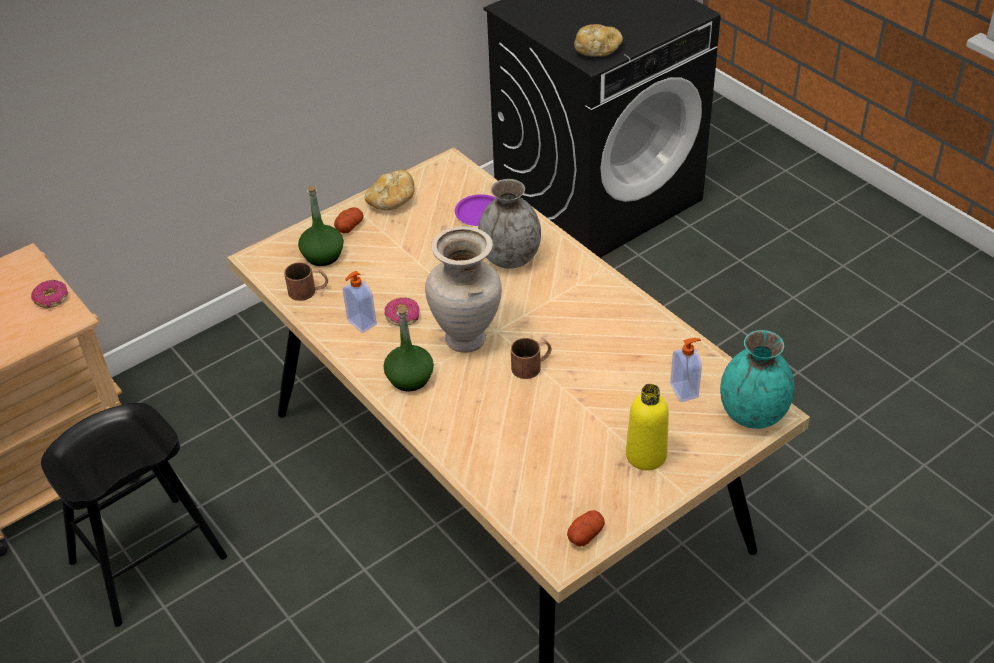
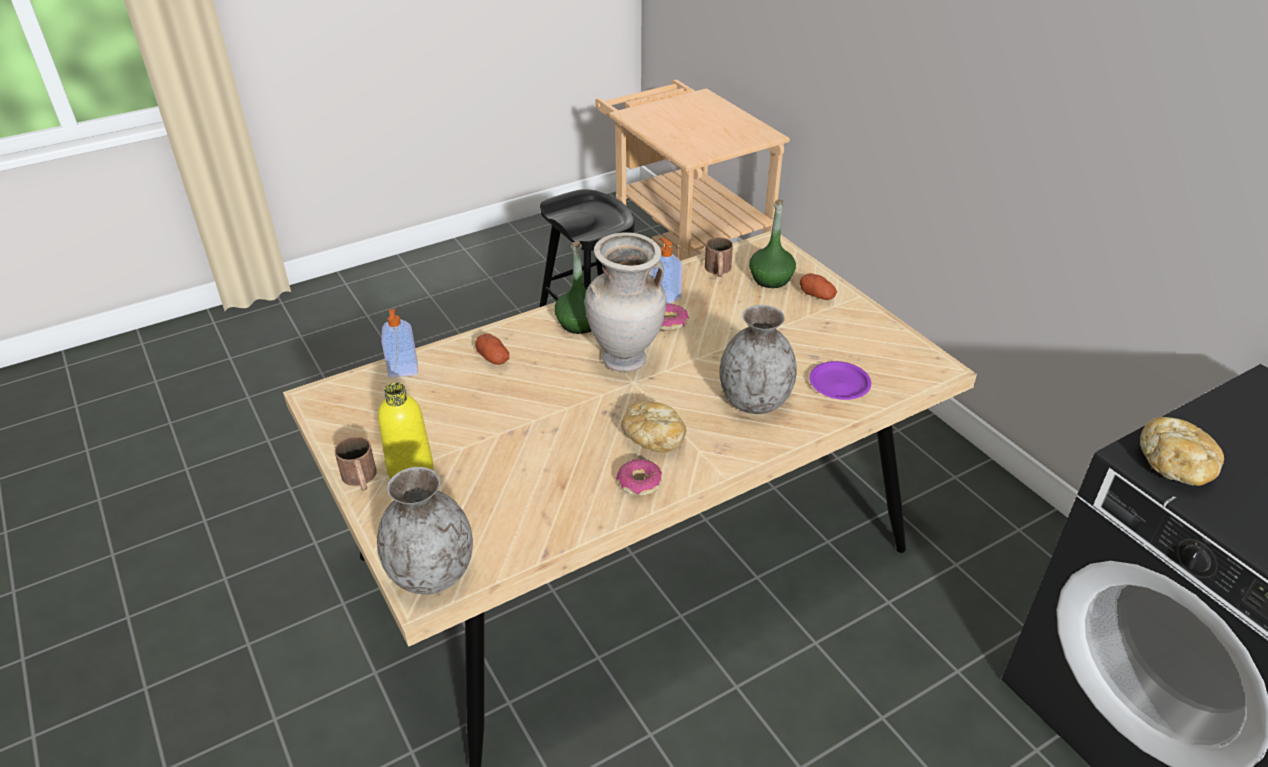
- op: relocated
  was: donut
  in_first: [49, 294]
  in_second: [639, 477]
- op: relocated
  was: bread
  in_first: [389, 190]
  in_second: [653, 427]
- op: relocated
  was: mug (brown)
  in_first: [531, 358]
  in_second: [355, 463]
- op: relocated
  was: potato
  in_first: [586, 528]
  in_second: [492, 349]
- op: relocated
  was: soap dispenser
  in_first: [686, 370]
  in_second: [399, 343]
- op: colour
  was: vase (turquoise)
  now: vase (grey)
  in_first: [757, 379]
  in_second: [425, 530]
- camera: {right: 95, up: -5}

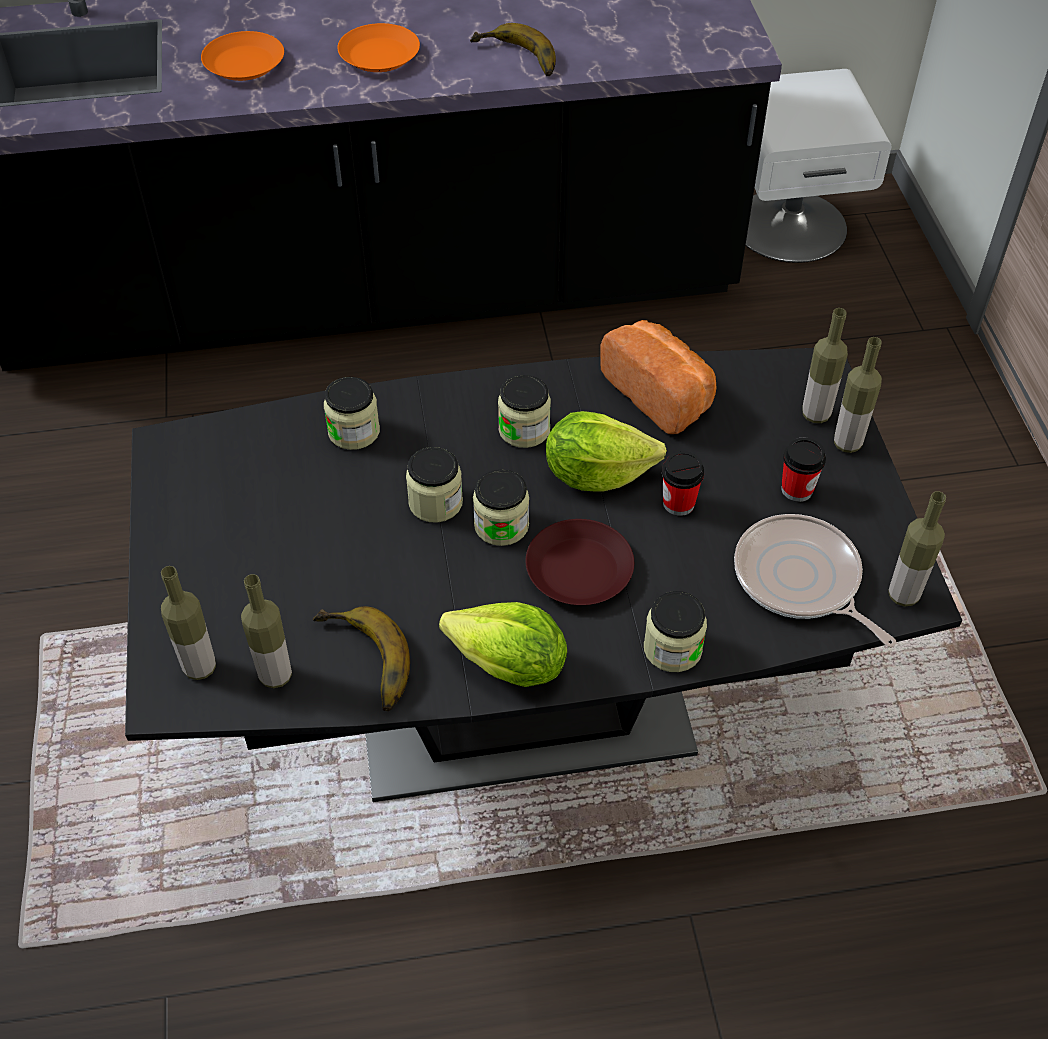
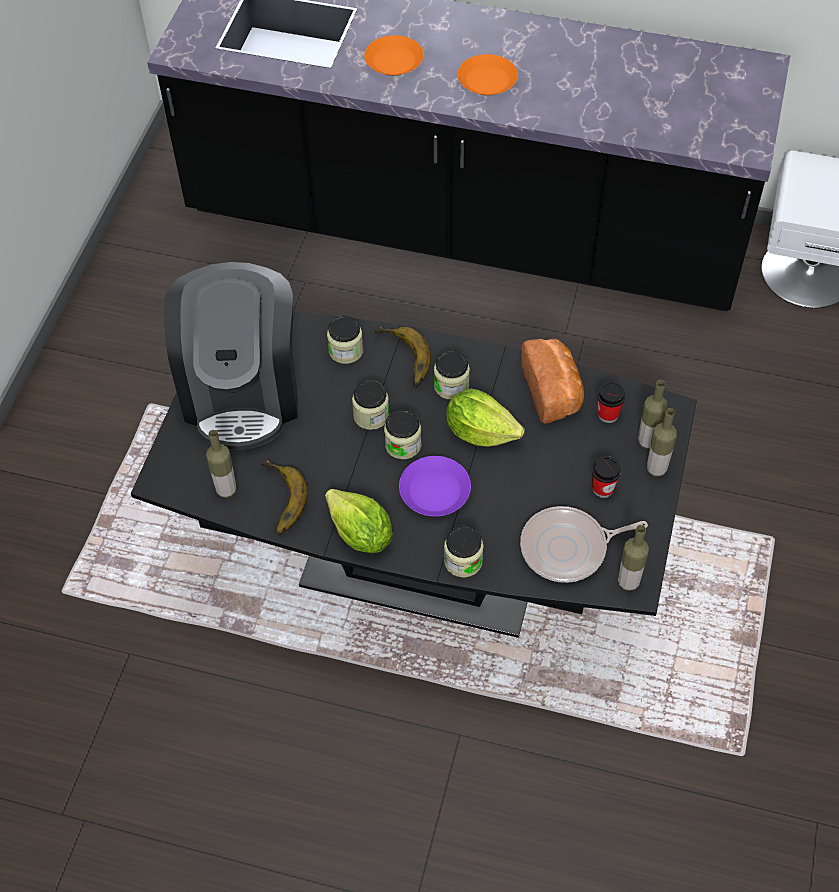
- op: missing
  was: bottle
  in_first: [188, 623]
- op: appeared
  now: coffee machine
  in_second: [231, 356]
- op: relocated
  was: banana
  in_first: [513, 49]
  in_second: [403, 356]
- op: relocated
  was: cup
  in_first: [683, 483]
  in_second: [611, 402]
- op: colour
  was: plate (brown)
  now: plate (purple)
  in_first: [580, 562]
  in_second: [435, 486]
- op: spun
  was: frying pan
  in_first: [815, 581]
  in_second: [584, 544]
  clockwise: -90
- camera: {right: 25, up: 5}

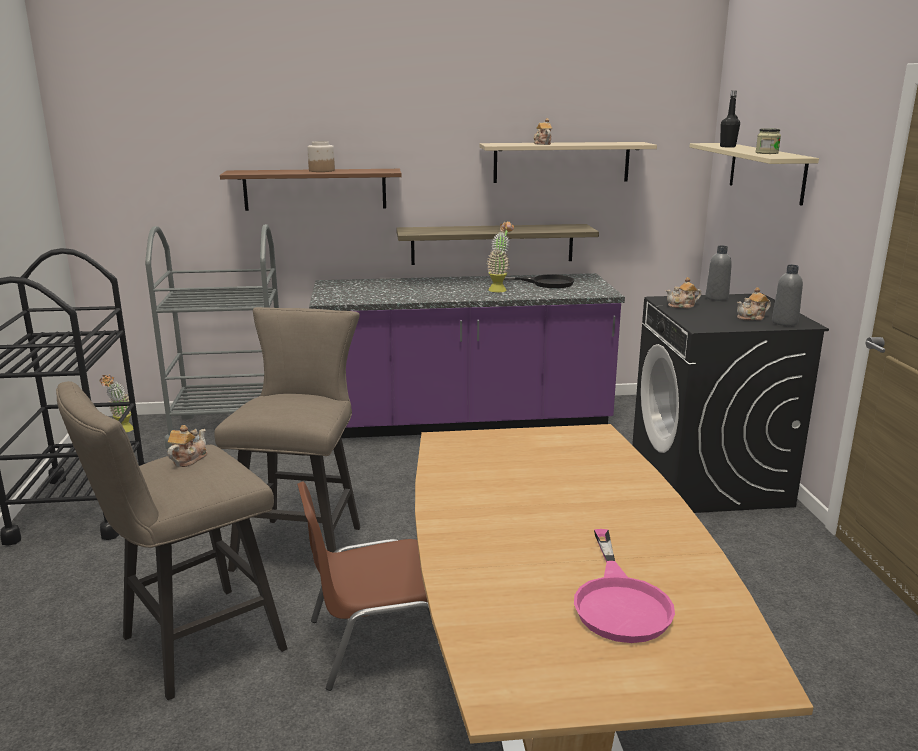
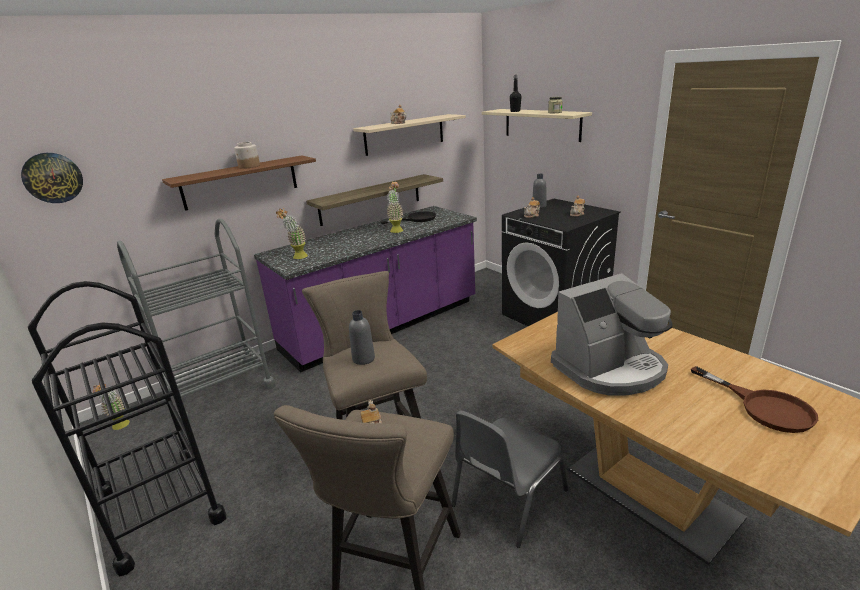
- op: appeared
  now: wall clock
  in_second: [52, 178]
- op: appeared
  now: potted plant
  in_second: [292, 233]
- op: appeared
  now: coffee machine
  in_second: [611, 334]
- op: relocated
  was: bottle (grey)
  in_first: [787, 295]
  in_second: [362, 337]
- op: colour
  was: chair (brown)
  now: chair (grey)
  in_first: [364, 586]
  in_second: [509, 479]
- op: colour
  was: frying pan (pink)
  now: frying pan (brown)
  in_first: [624, 586]
  in_second: [754, 399]
- camera: {right: -30, up: 5}

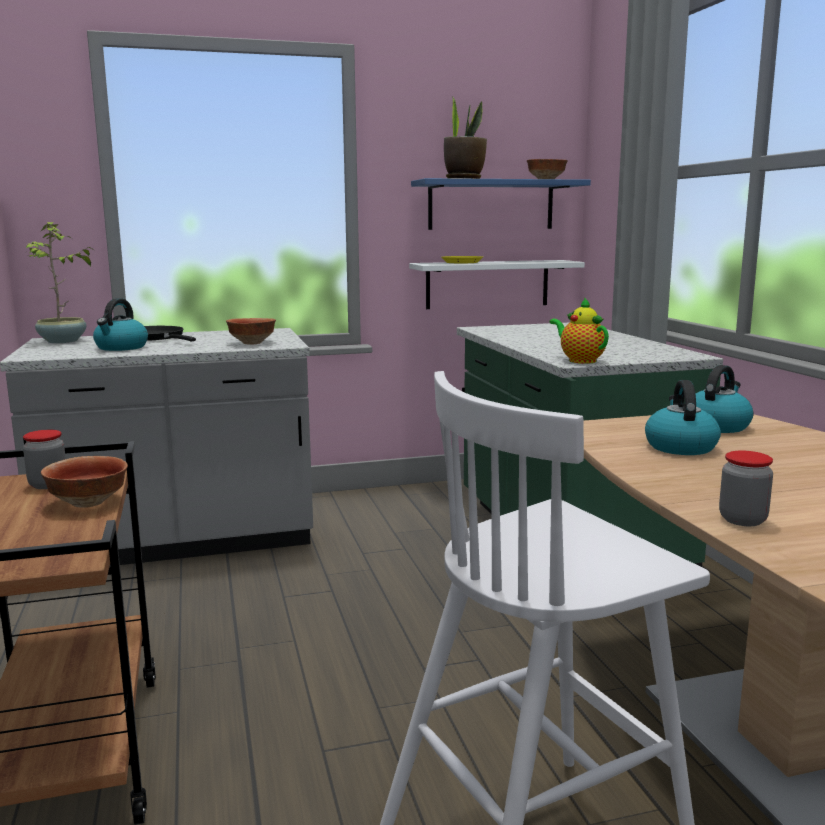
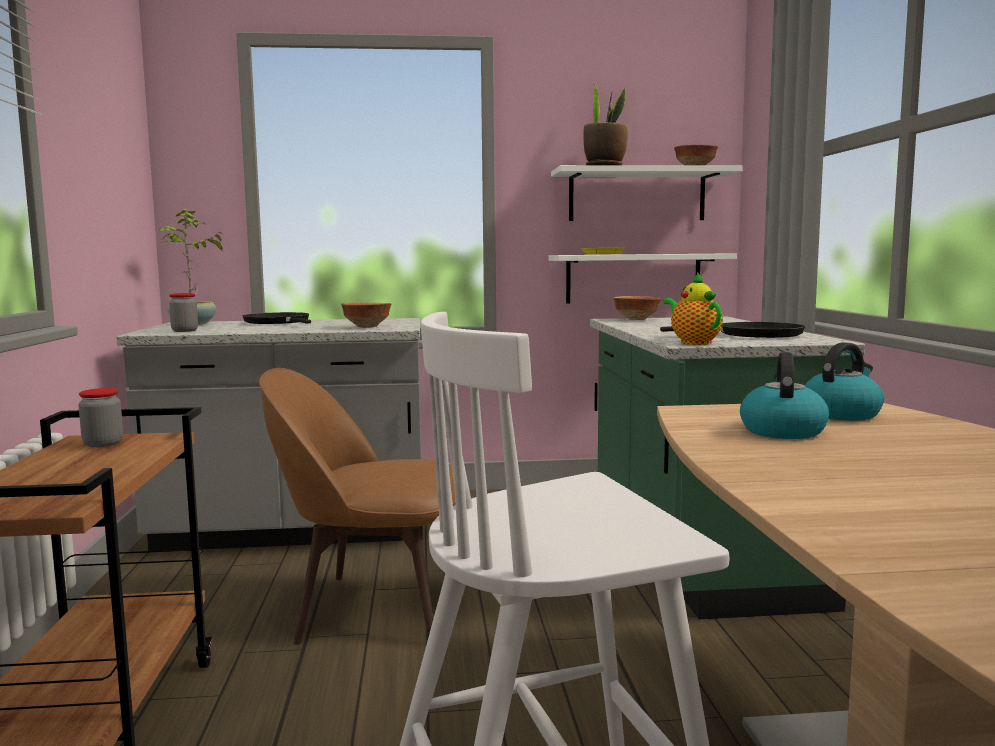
- op: missing
  was: kettle
  in_first: [120, 324]
- op: appeared
  now: chair (brown)
  in_second: [357, 506]
- op: appeared
  now: frying pan (black)
  in_second: [732, 330]
- op: relocated
  was: bowl
  in_first: [84, 482]
  in_second: [637, 308]
- op: relocated
  was: jar
  in_first: [746, 488]
  in_second: [183, 312]
- op: colour
  was: shelf (blue)
  now: shelf (white)
  in_first: [501, 204]
  in_second: [647, 193]
- camera: {right: 10, up: -5}

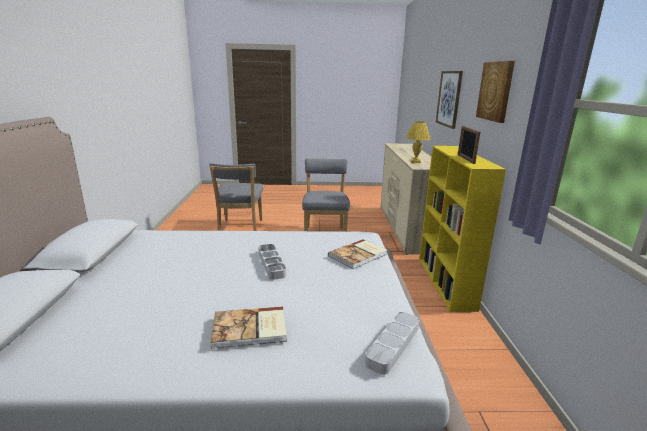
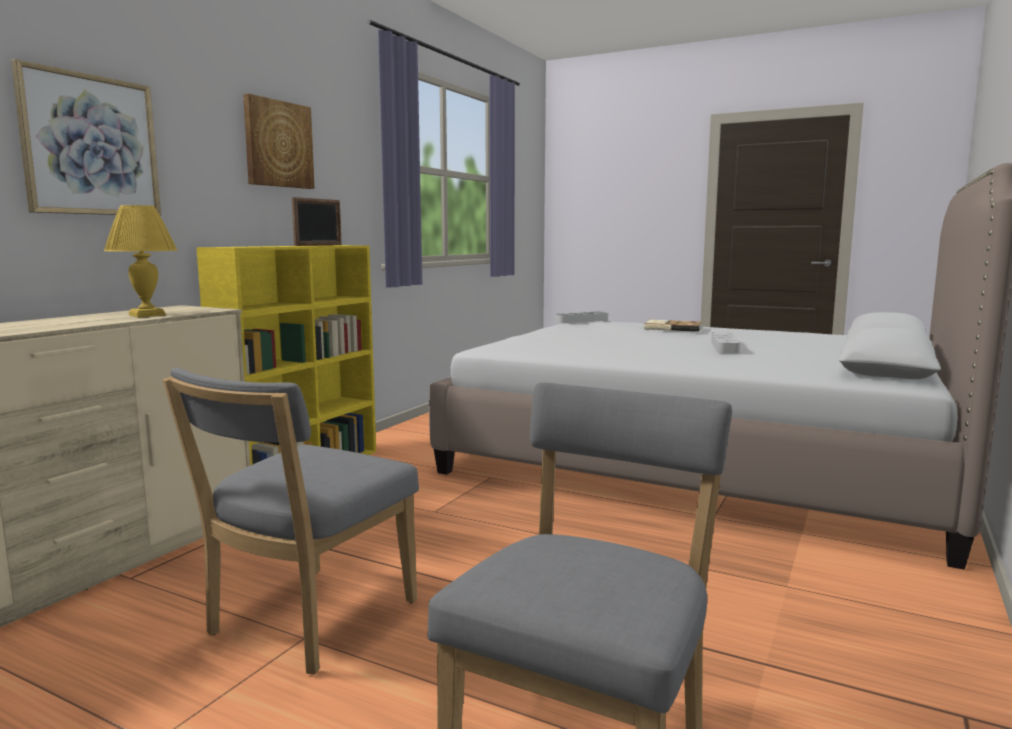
- op: missing
  was: book
  in_first: [357, 254]
- op: relocated
  was: tray (grey)
  in_first: [272, 262]
  in_second: [725, 342]
- camera: {right: -150, up: -10}

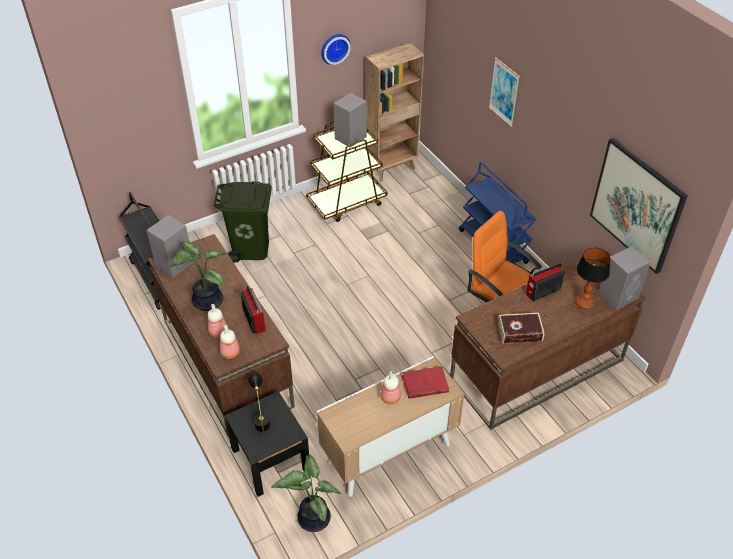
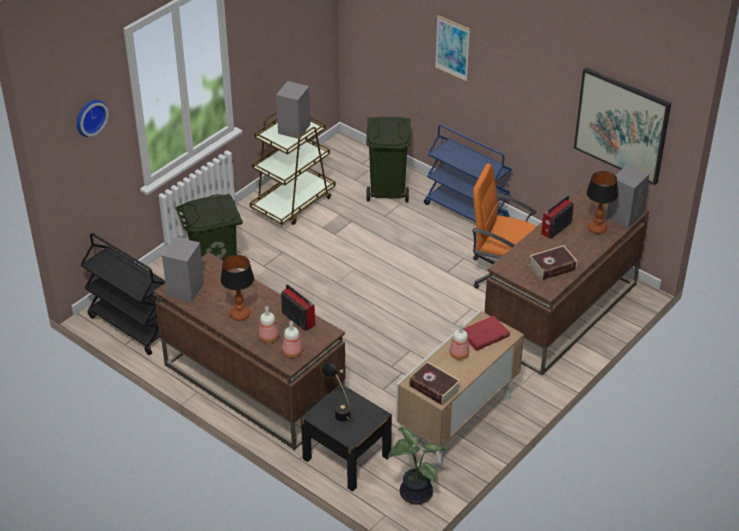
- op: missing
  was: bookcase (brown)
  in_first: [395, 112]
- op: appeared
  now: trash can (green)
  in_second: [388, 159]
- op: appeared
  now: book
  in_second: [435, 383]
- op: relocated
  was: wall clock
  in_first: [336, 49]
  in_second: [93, 118]
- op: exchanged
  was: potted plant
  now: table lamp
  in_first: [199, 276]
  in_second: [237, 288]
- camera: {right: -20, up: -5}

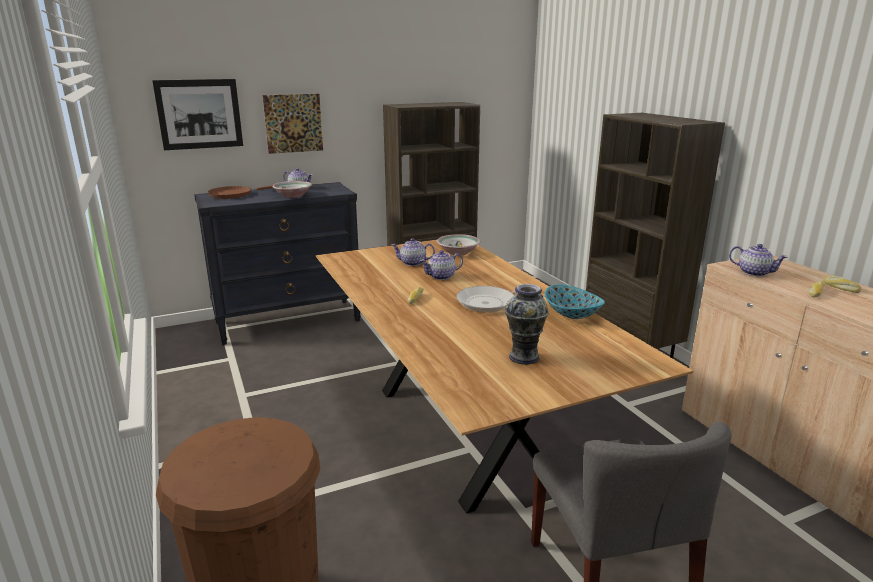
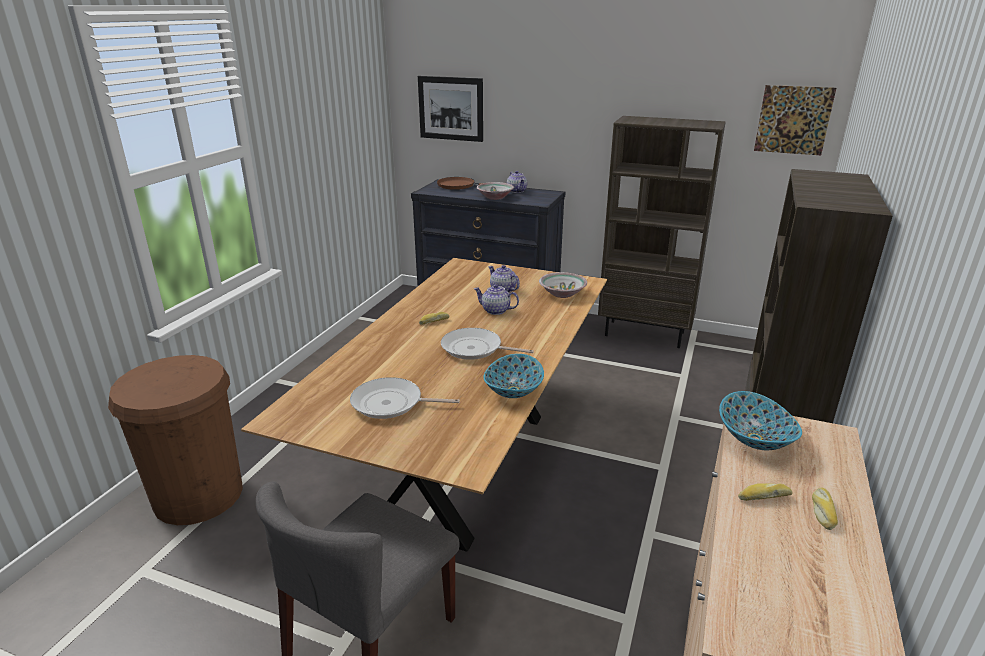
- op: relocated
  was: picture
  in_first: [293, 124]
  in_second: [795, 120]
- op: exchanged
  was: vase
  now: frying pan
  in_first: [526, 324]
  in_second: [405, 398]
- op: exchanged
  was: teapot
  now: bowl
  in_first: [758, 260]
  in_second: [760, 420]
- camera: {right: 45, up: 5}

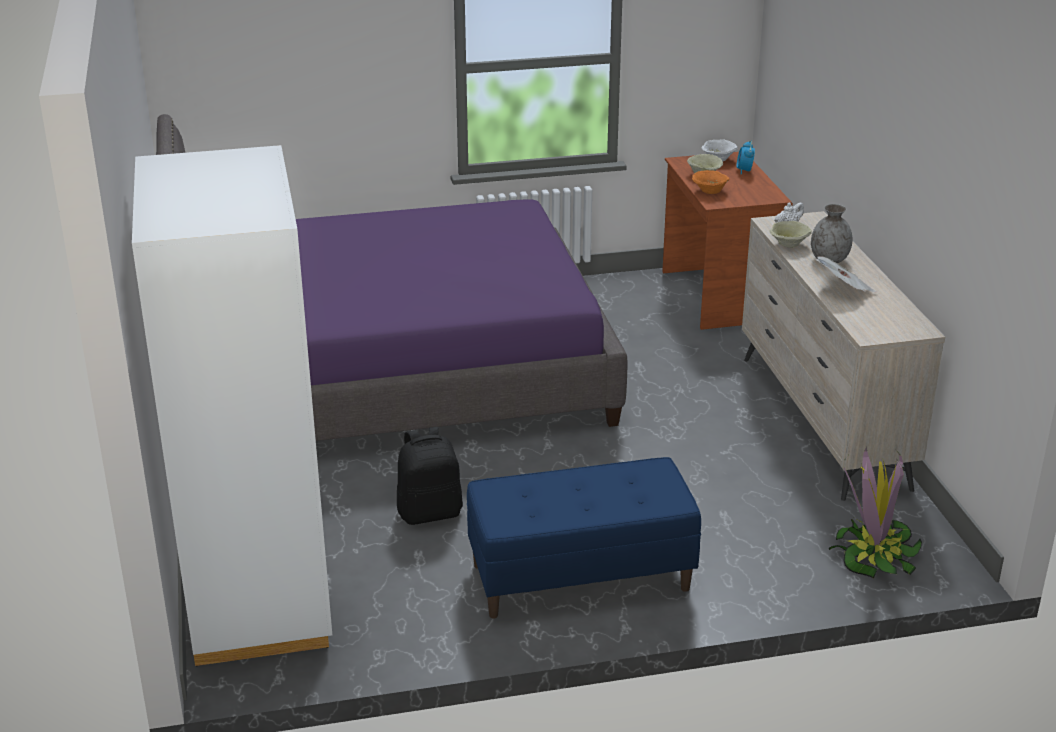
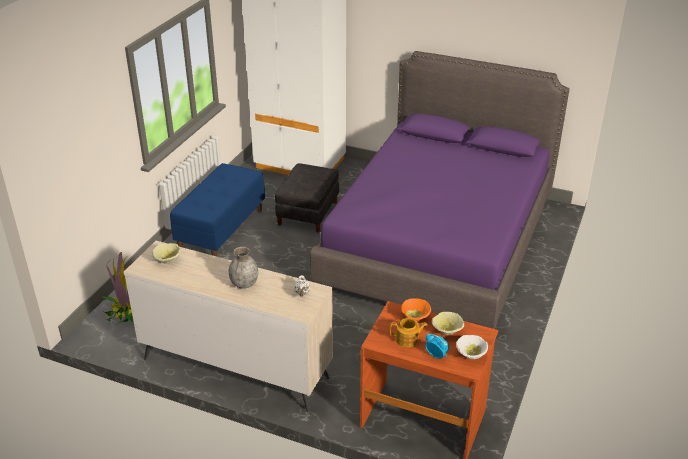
- op: missing
  was: newspaper
  in_first: [846, 274]
- op: appeared
  now: teapot
  in_second: [409, 332]
- op: relocated
  was: bowl (beige)
  in_first: [790, 234]
  in_second: [166, 253]
- op: exchanged
  was: backpack (black)
  now: ottoman (black)
  in_first: [430, 476]
  in_second: [307, 198]
- camera: {right: 125, up: 5}

